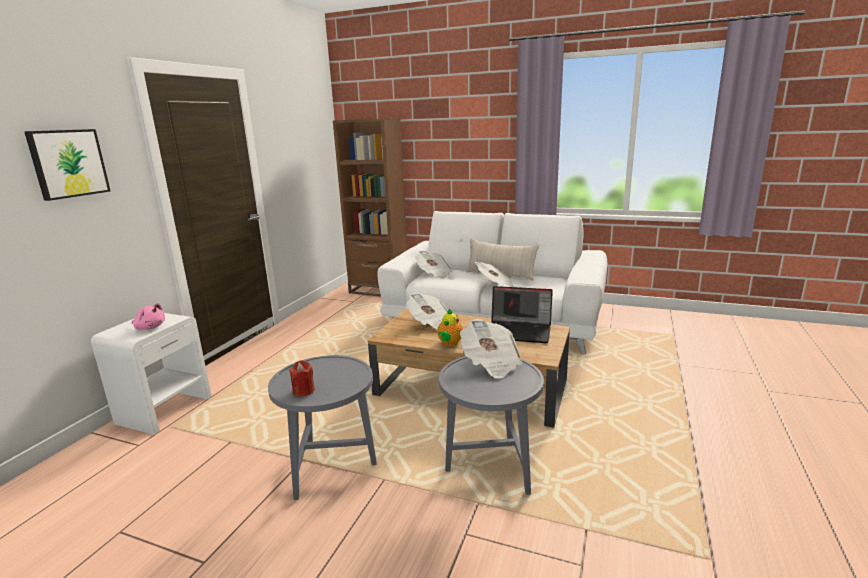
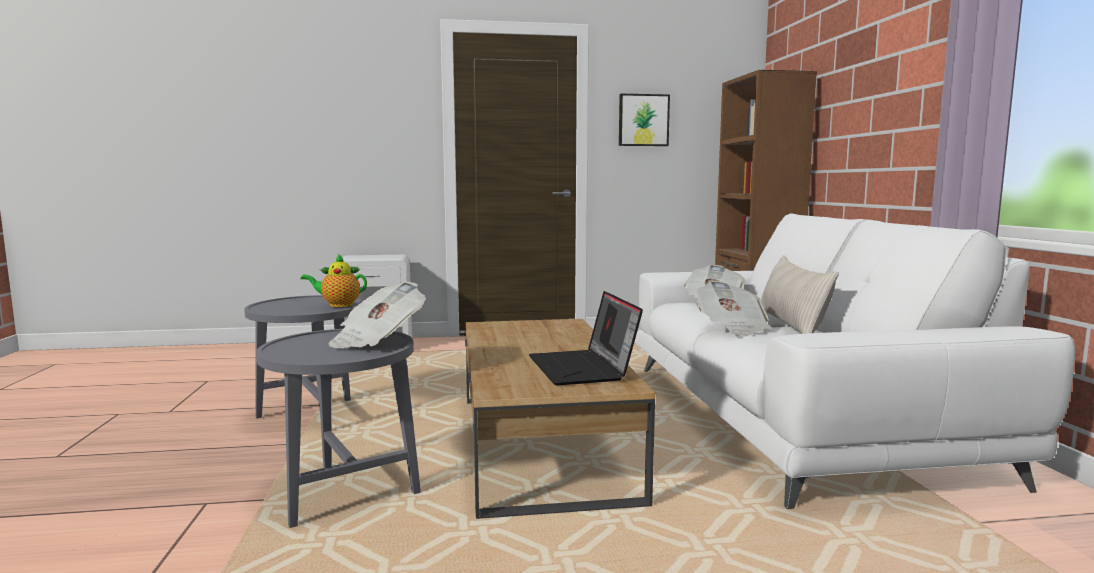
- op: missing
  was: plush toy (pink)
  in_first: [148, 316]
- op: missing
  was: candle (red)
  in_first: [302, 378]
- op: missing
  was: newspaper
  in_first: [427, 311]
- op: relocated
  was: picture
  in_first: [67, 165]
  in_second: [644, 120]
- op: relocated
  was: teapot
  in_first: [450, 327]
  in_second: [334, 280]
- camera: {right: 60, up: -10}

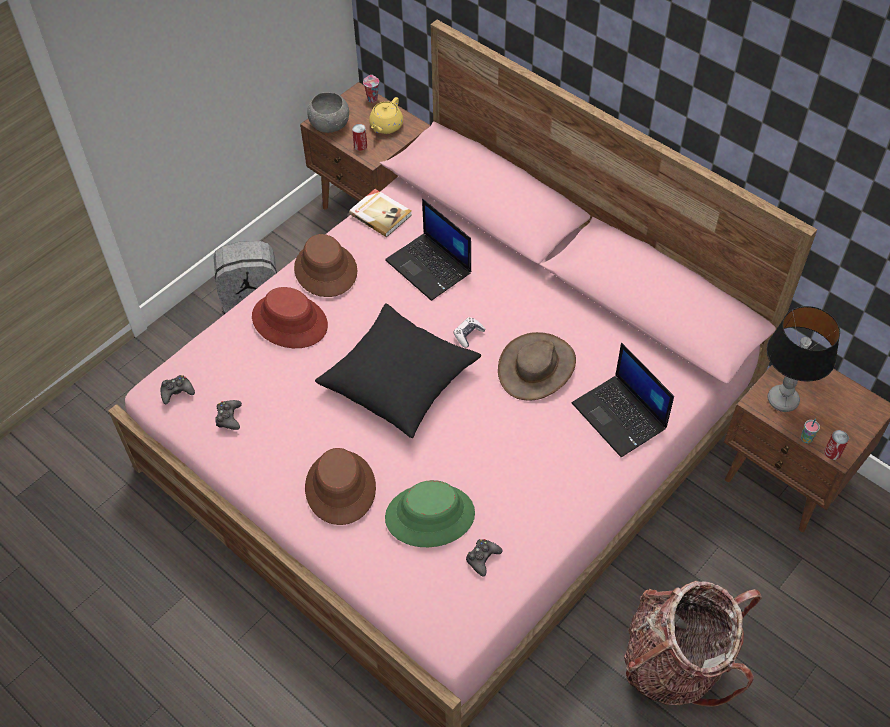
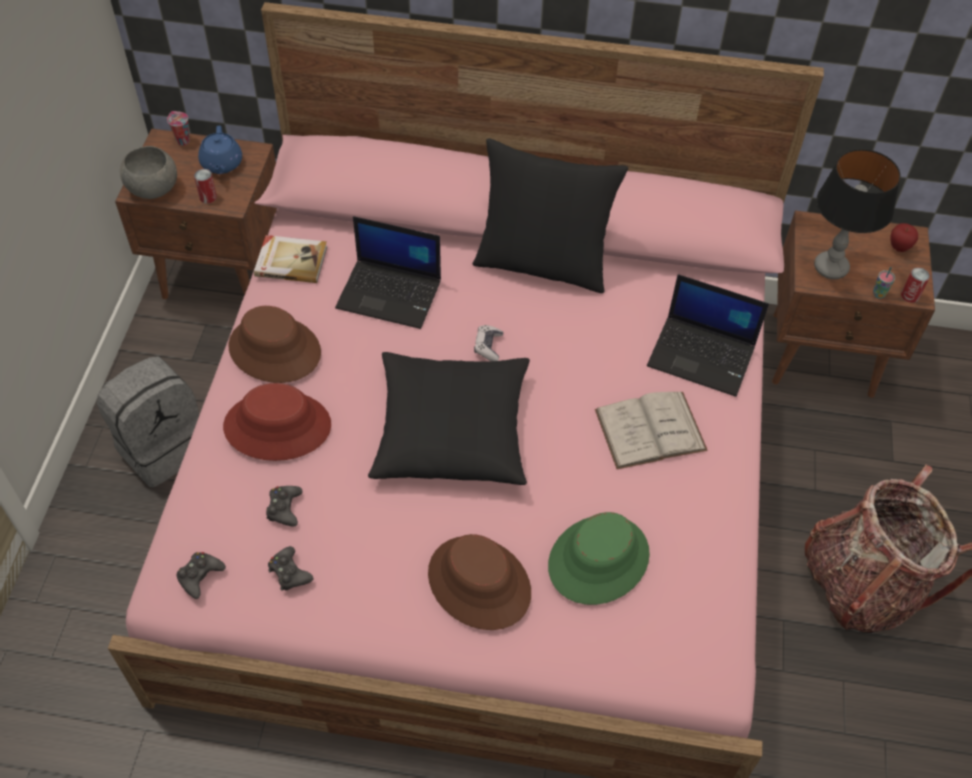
- op: missing
  was: hat (brown)
  in_first: [537, 366]
- op: appeared
  now: pillow (black)
  in_second: [550, 215]
- op: appeared
  now: book (white)
  in_second: [651, 430]
- op: appeared
  now: apple
  in_second: [904, 237]
- op: relocated
  was: game controller (black)
  in_first: [484, 558]
  in_second: [284, 506]
- op: colour
  was: teapot (yellow)
  now: teapot (blue)
  in_first: [386, 115]
  in_second: [220, 150]
- camera: {right: -35, up: 0}

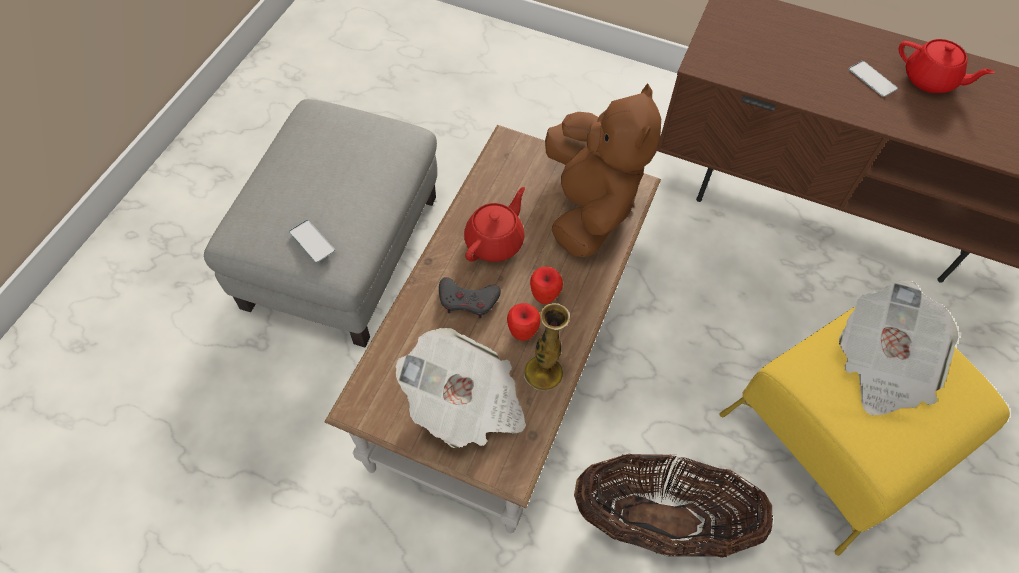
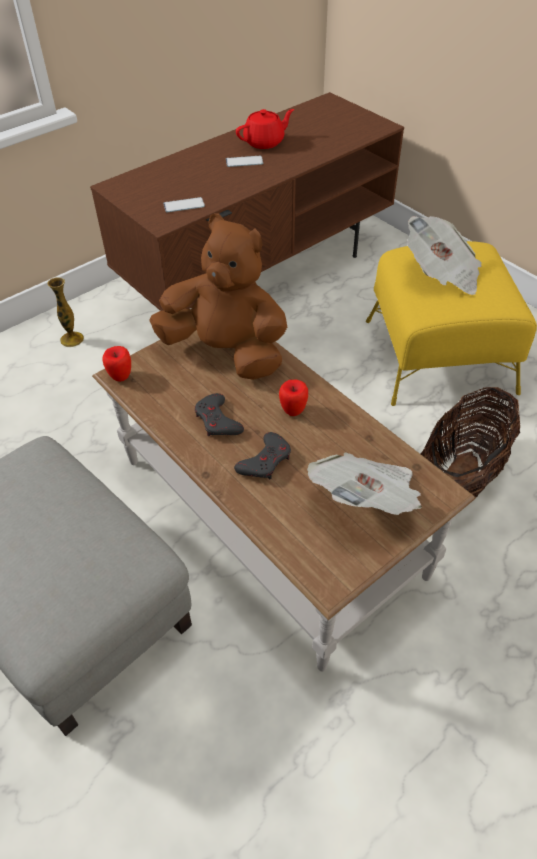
- op: relocated
  was: phone
  in_first: [312, 241]
  in_second: [184, 204]
- op: relocated
  was: apple
  in_first: [523, 322]
  in_second: [116, 364]
- op: relocated
  was: vase
  in_first: [547, 346]
  in_second: [65, 312]
- op: exchanged
  was: teapot (red)
  now: game controller (grey)
  in_first: [494, 224]
  in_second: [219, 414]
- camera: {right: -60, up: -10}

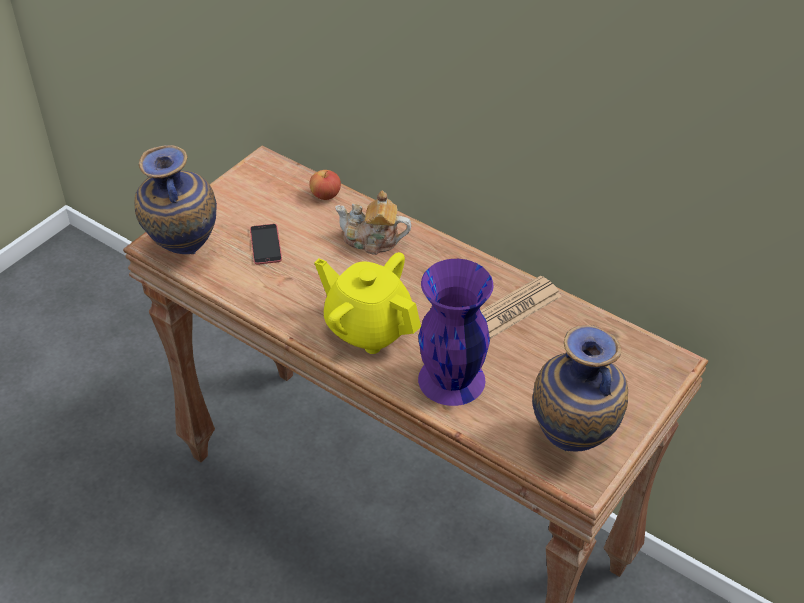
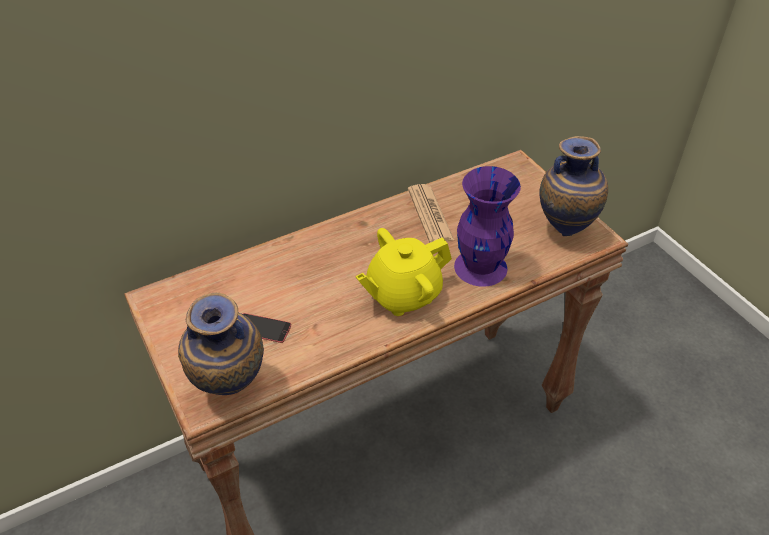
- op: missing
  was: apple
  in_first: [325, 185]
- op: missing
  was: teapot
  in_first: [373, 223]
- camera: {right: -65, up: 0}

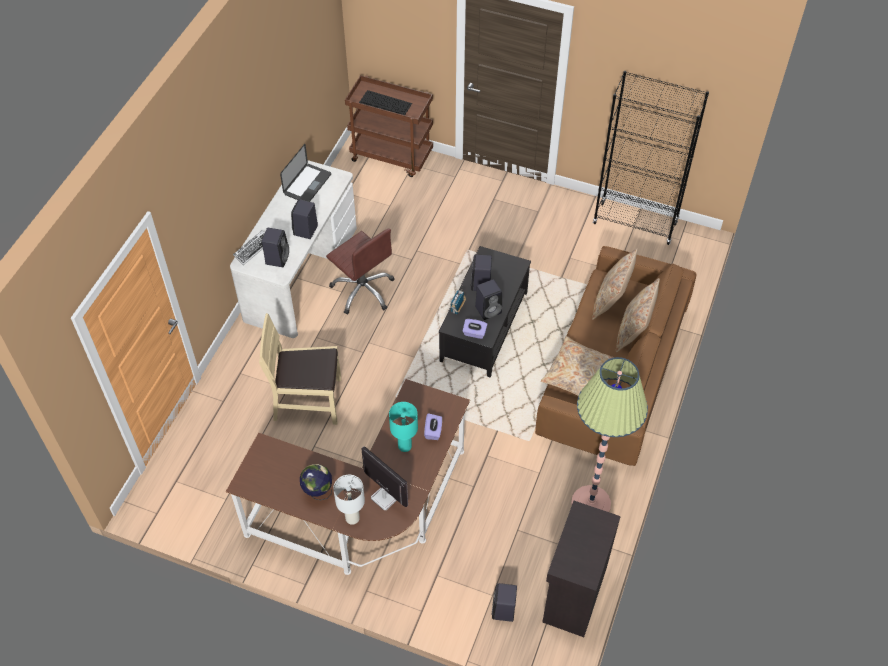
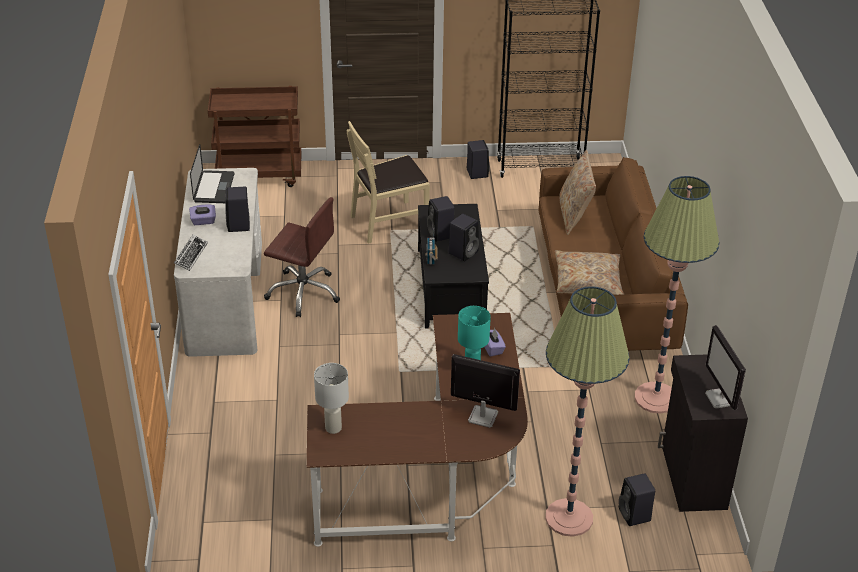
- op: missing
  was: globe
  in_first: [316, 482]
- op: missing
  was: keyboard
  in_first: [385, 102]
- op: missing
  was: pillow (beige)
  in_first: [638, 315]
- op: appeared
  now: floor lamp
  in_second: [587, 411]
- op: appeared
  now: monitor
  in_second: [725, 367]
- op: relocated
  was: chair (beige)
  in_first: [300, 369]
  in_second: [388, 182]
- op: relocated
  was: speaker (black)
  in_first: [275, 247]
  in_second: [478, 159]
- op: relocated
  was: table lamp (white)
  in_first: [349, 500]
  in_second: [331, 398]
- op: relocated
  was: tissue box (purple)
  in_first: [475, 329]
  in_second: [202, 215]
- camera: {right: -25, up: -15}

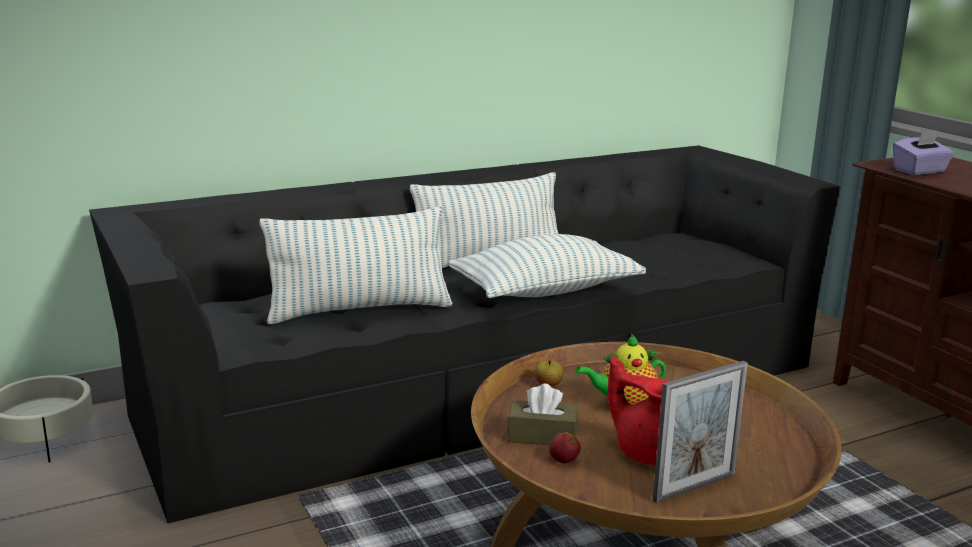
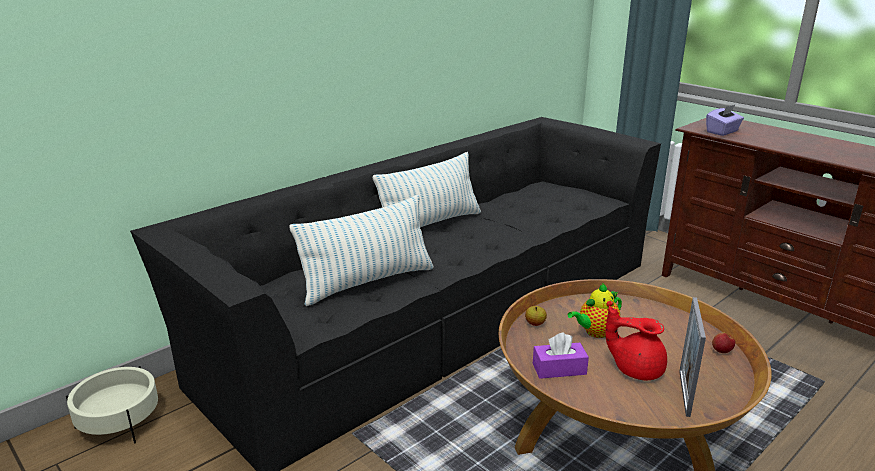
- op: missing
  was: pillow
  in_first: [547, 266]
- op: relocated
  was: apple
  in_first: [565, 448]
  in_second: [723, 343]
- op: colour
  was: tissue box (brown)
  now: tissue box (purple)
  in_first: [542, 414]
  in_second: [561, 355]
- op: spun
  was: picture frame
  in_first: [700, 432]
  in_second: [692, 357]
  clockwise: 150
- camera: {right: -15, up: 5}

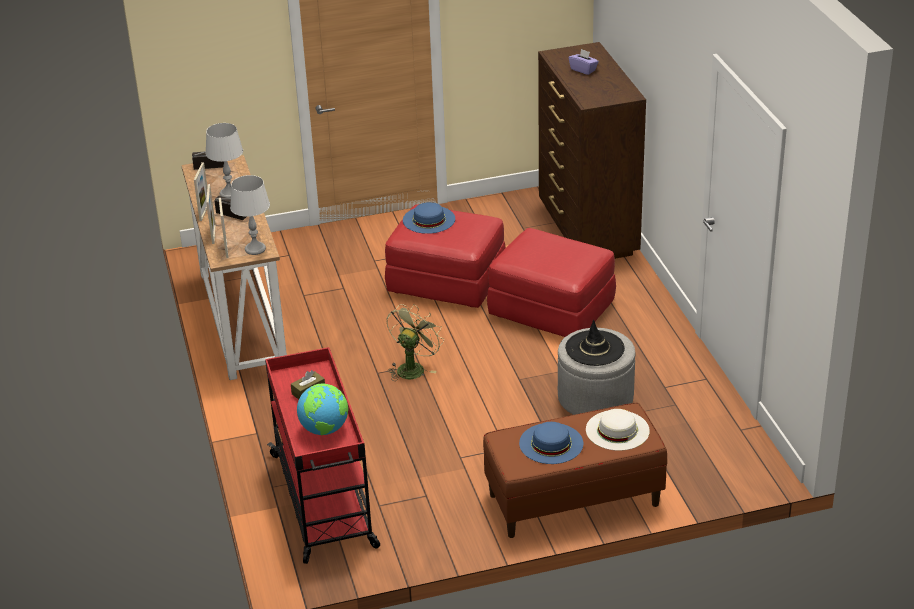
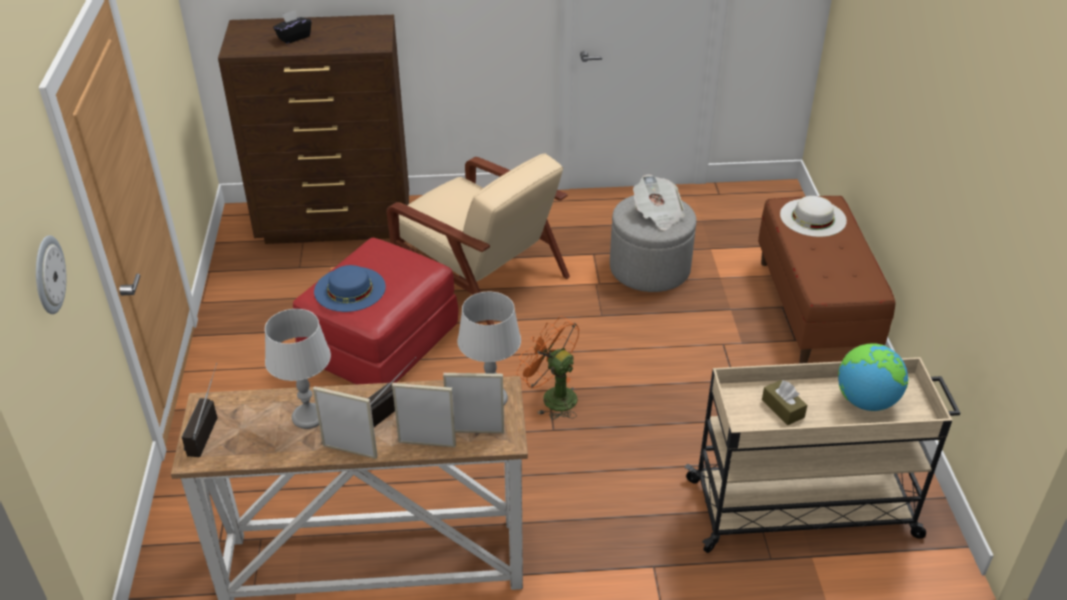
- op: missing
  was: hat (blue)
  in_first: [551, 443]
- op: appeared
  now: wall clock
  in_second: [51, 274]
- op: exchanged
  was: ottoman (red)
  now: armchair (beige)
  in_first: [551, 282]
  in_second: [478, 239]
- op: exchanged
  was: hat (black)
  now: newspaper
  in_first: [595, 343]
  in_second: [659, 202]
- op: colour
  was: cart (red)
  now: cart (beige)
  in_first: [322, 455]
  in_second: [822, 455]
- op: colour
  was: fan (green)
  now: fan (orange)
  in_first: [415, 342]
  in_second: [548, 368]
- op: colour
  was: tissue box (purple)
  now: tissue box (black)
  in_first: [584, 62]
  in_second: [292, 27]
- camera: {right: -80, up: 5}

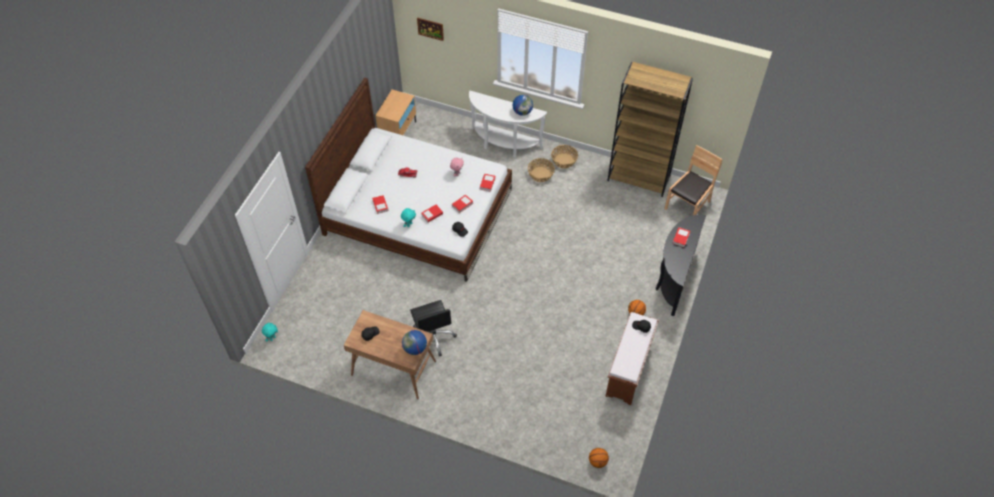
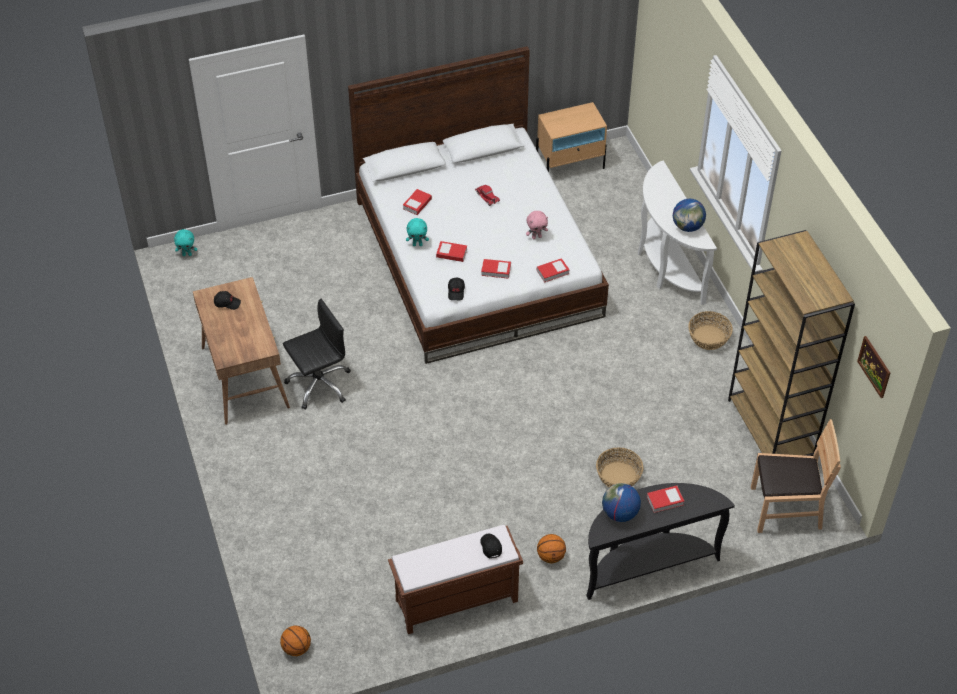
- op: relocated
  was: globe
  in_first: [414, 342]
  in_second: [621, 502]
- op: relocated
  was: picture
  in_first: [430, 29]
  in_second: [873, 367]
- op: relocated
  was: basket
  in_first: [541, 170]
  in_second: [619, 467]
- op: spun
  was: office chair (black)
  in_first: [433, 328]
  in_second: [317, 354]
  clockwise: -150
- camera: {right: 50, up: -5}

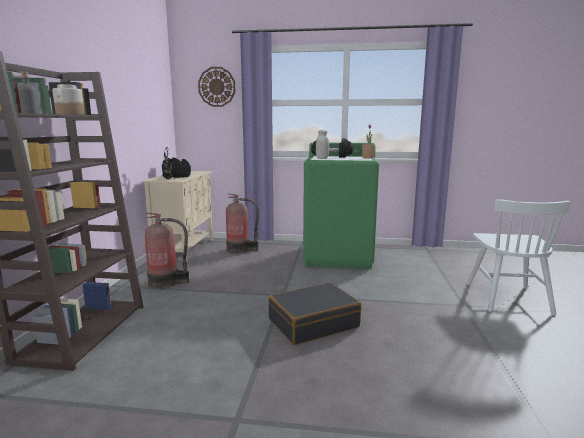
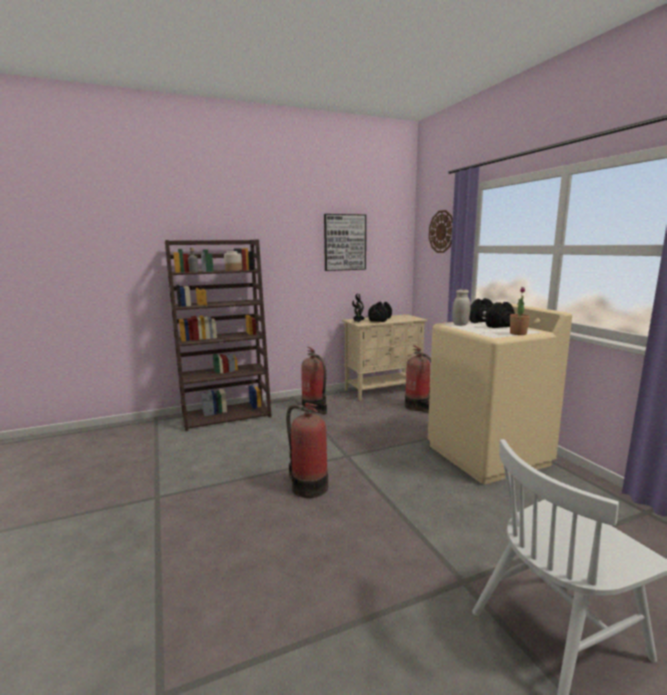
- op: appeared
  now: picture
  in_second: [345, 242]
- op: exchanged
  was: suitcase (black)
  now: fire extinguisher
  in_first: [314, 313]
  in_second: [307, 450]
- op: colour
  was: washing machine (green)
  now: washing machine (beige)
  in_first: [341, 206]
  in_second: [500, 393]
- camera: {right: 60, up: 0}

